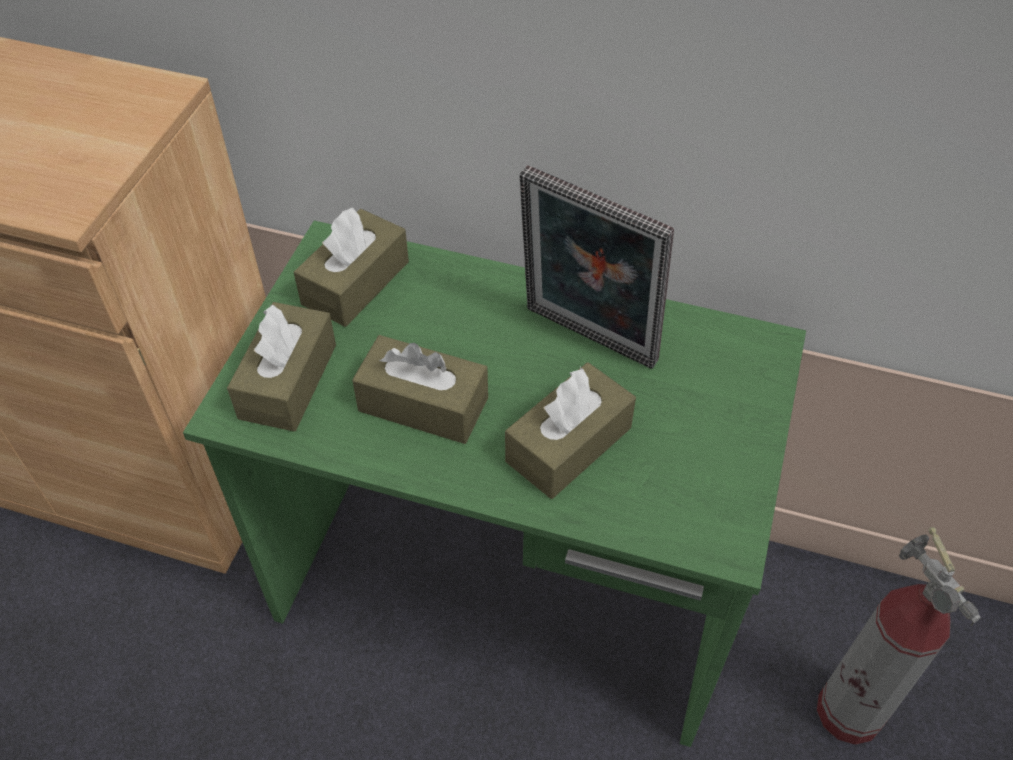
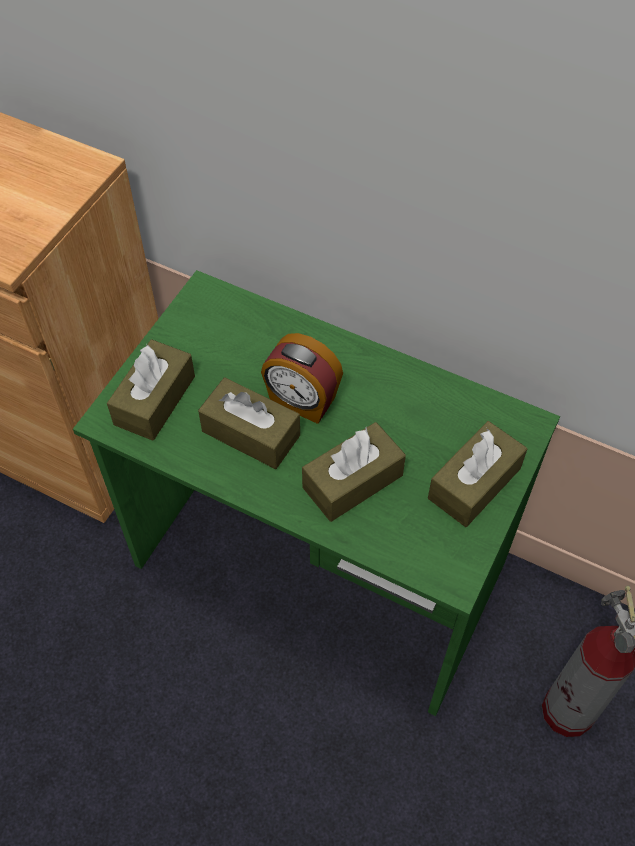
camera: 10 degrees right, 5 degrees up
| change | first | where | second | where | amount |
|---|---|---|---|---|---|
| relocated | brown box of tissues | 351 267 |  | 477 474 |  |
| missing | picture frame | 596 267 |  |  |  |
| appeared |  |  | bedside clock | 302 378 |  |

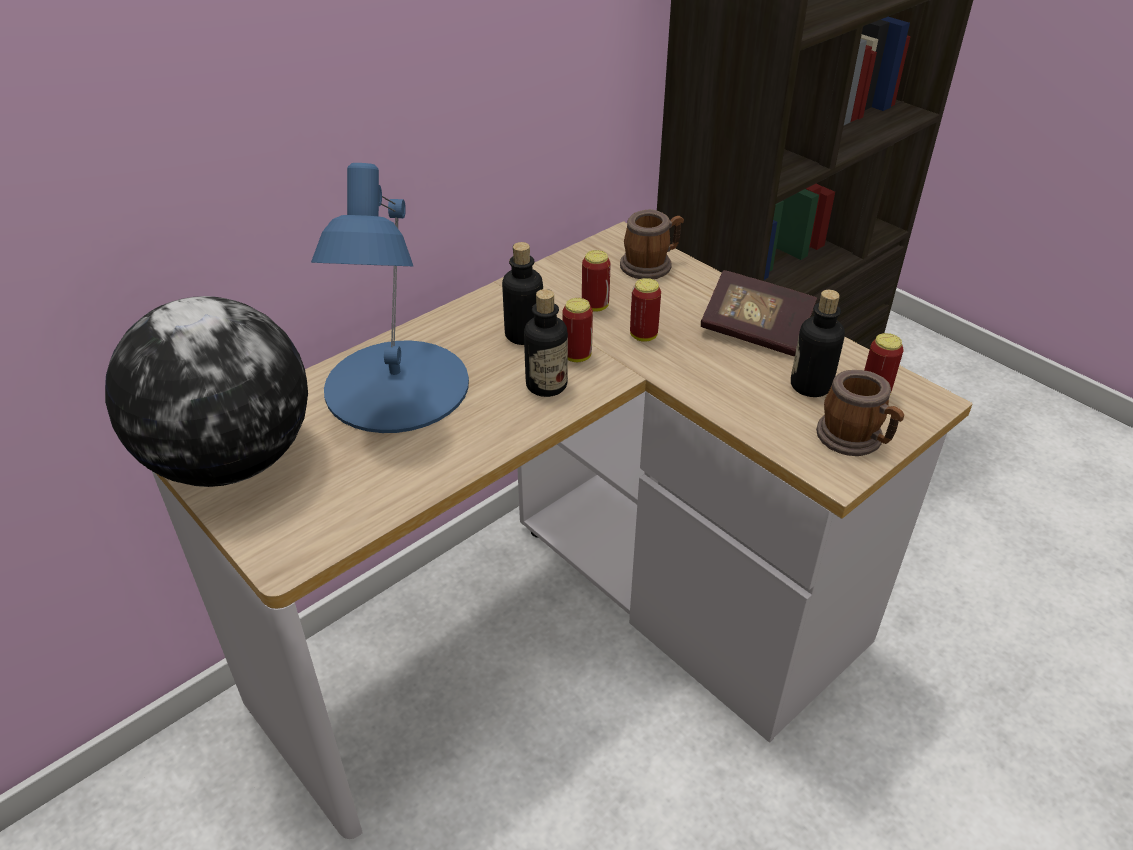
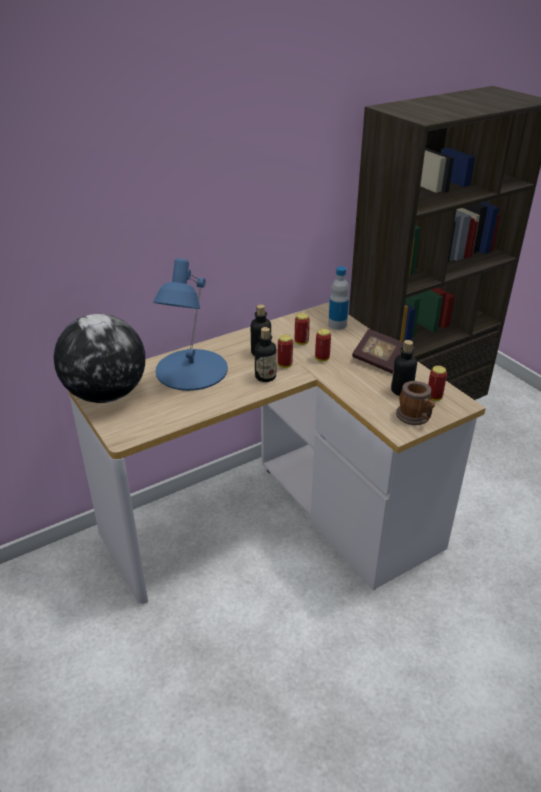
camera: 10 degrees right, 5 degrees down
| change | first | where | second | where | amount |
|---|---|---|---|---|---|
| exchanged | coffee mug | 652 244 | bottle | 338 298 |  |

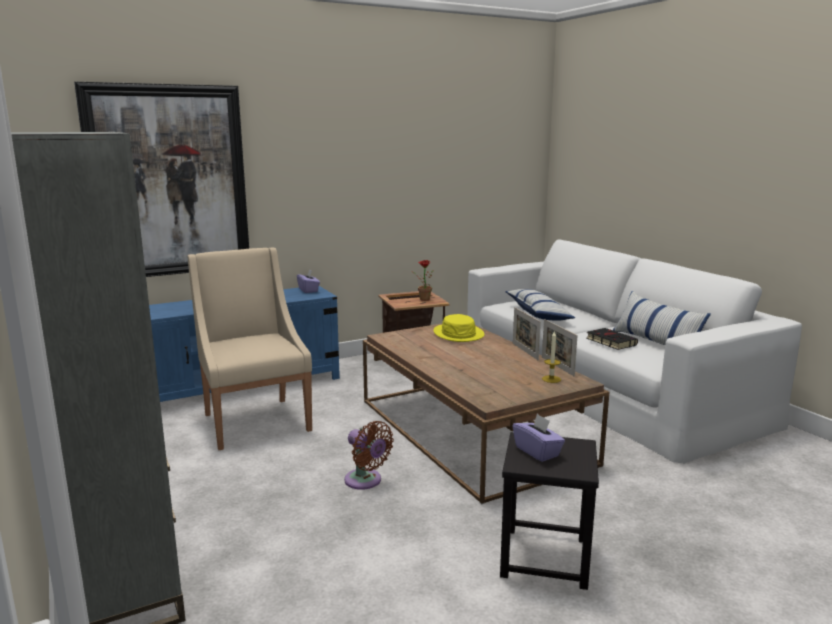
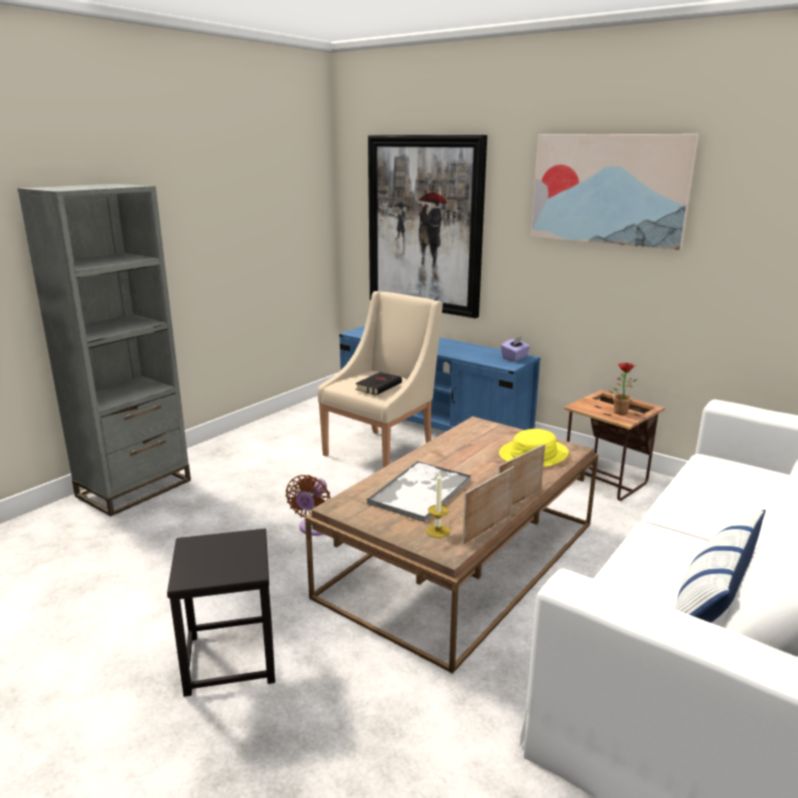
camera: 65 degrees right, 5 degrees up
| change | first | where | second | where | amount |
|---|---|---|---|---|---|
| missing | pillow | 540 305 |  |  |  |
| missing | purple-coloured box of tissues | 539 438 |  |  |  |
| relocated | blackish book | 612 339 |  | 378 383 |  |
| appeared |  |  | carrying tray | 419 491 |  |
| appeared |  |  | wall art | 615 192 |  |

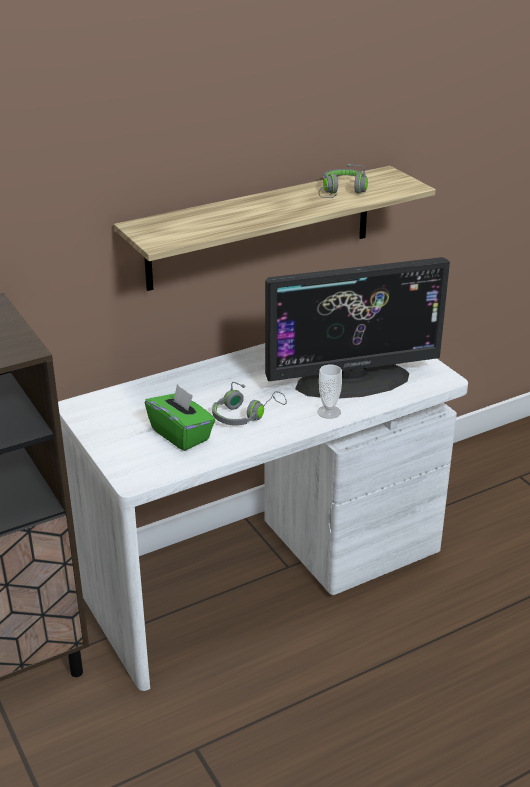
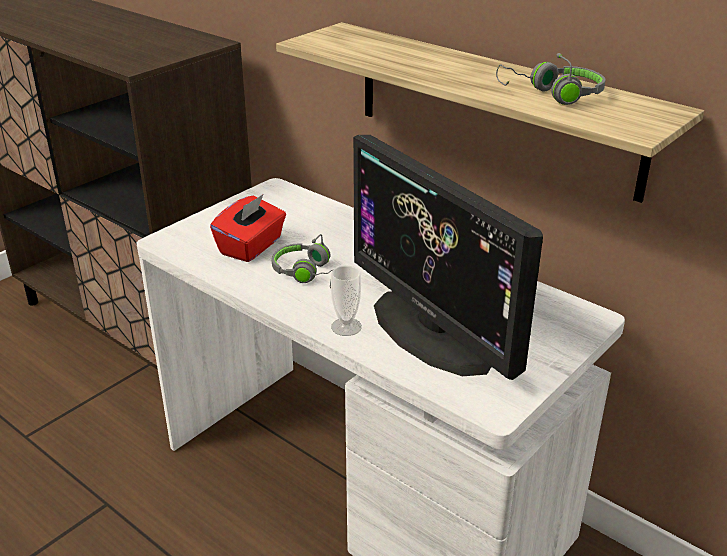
camera: 70 degrees right, 0 degrees up
| change | first | where | second | where | amount |
|---|---|---|---|---|---|
| colour | green box of tissues | 180 417 | reddish box of tissues | 248 228 |  |

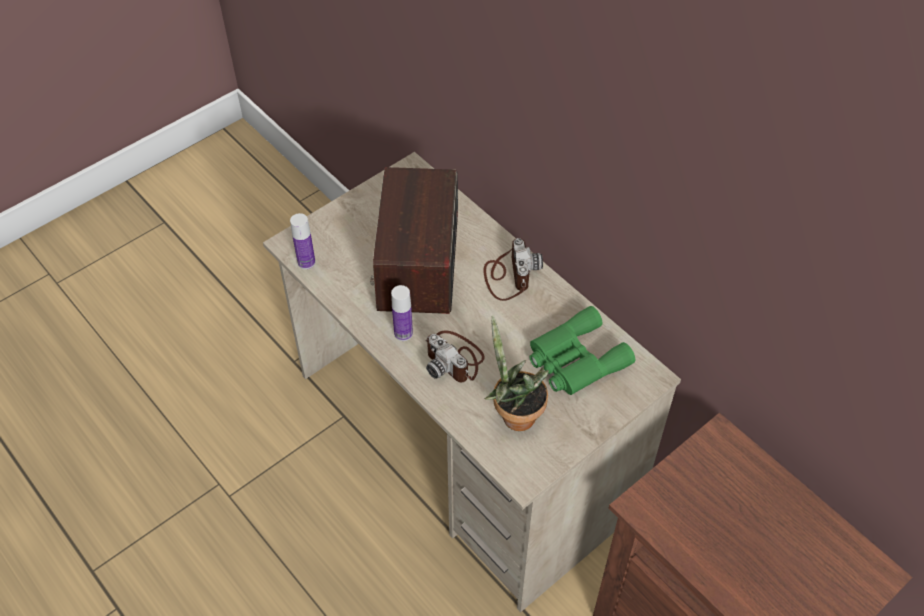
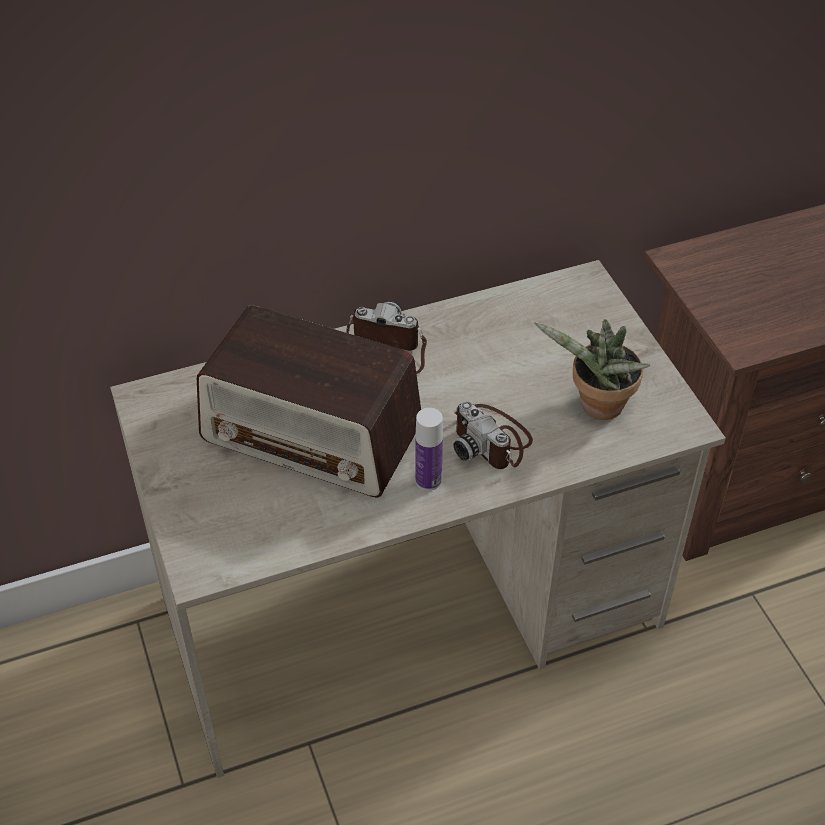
camera: 70 degrees left, 5 degrees down
| change | first | where | second | where | amount |
|---|---|---|---|---|---|
| missing | bottle | 302 241 |  |  |  |
| spun | photo camera | 455 356 |  | 493 435 | 75 degrees clockwise |
| missing | green field glasses | 582 350 |  |  |  |

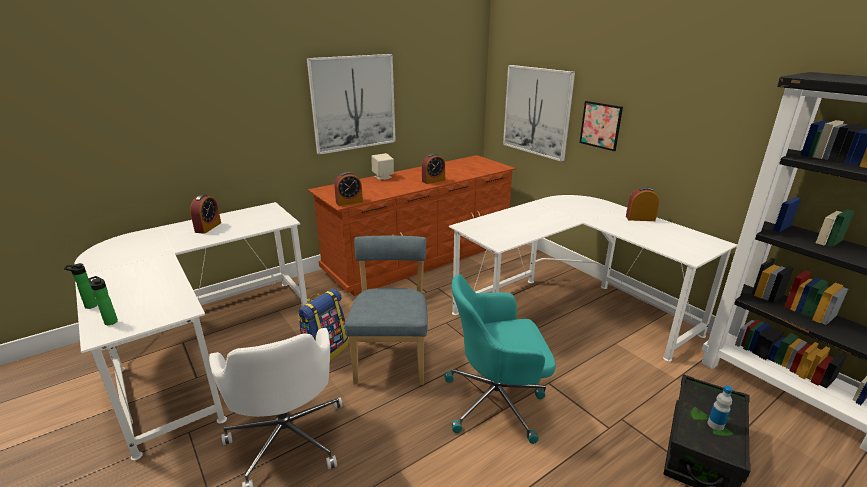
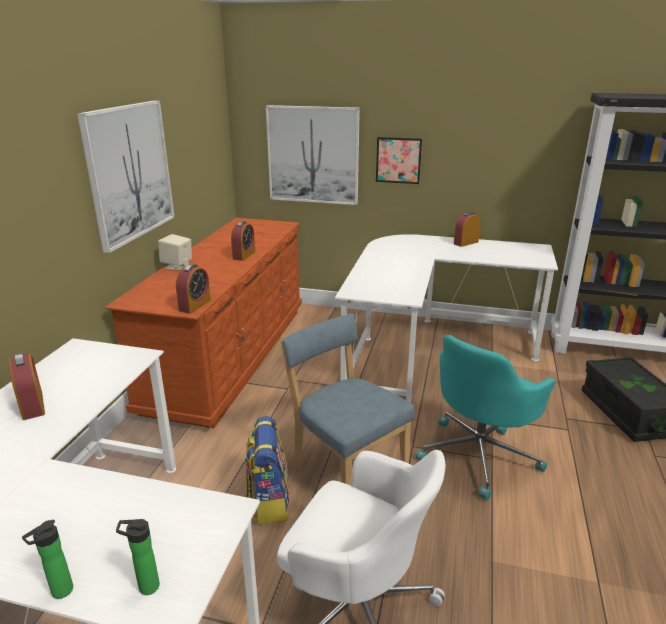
camera: 40 degrees left, 0 degrees up
| change | first | where | second | where | amount |
|---|---|---|---|---|---|
| missing | bottle | 720 408 |  |  |  |

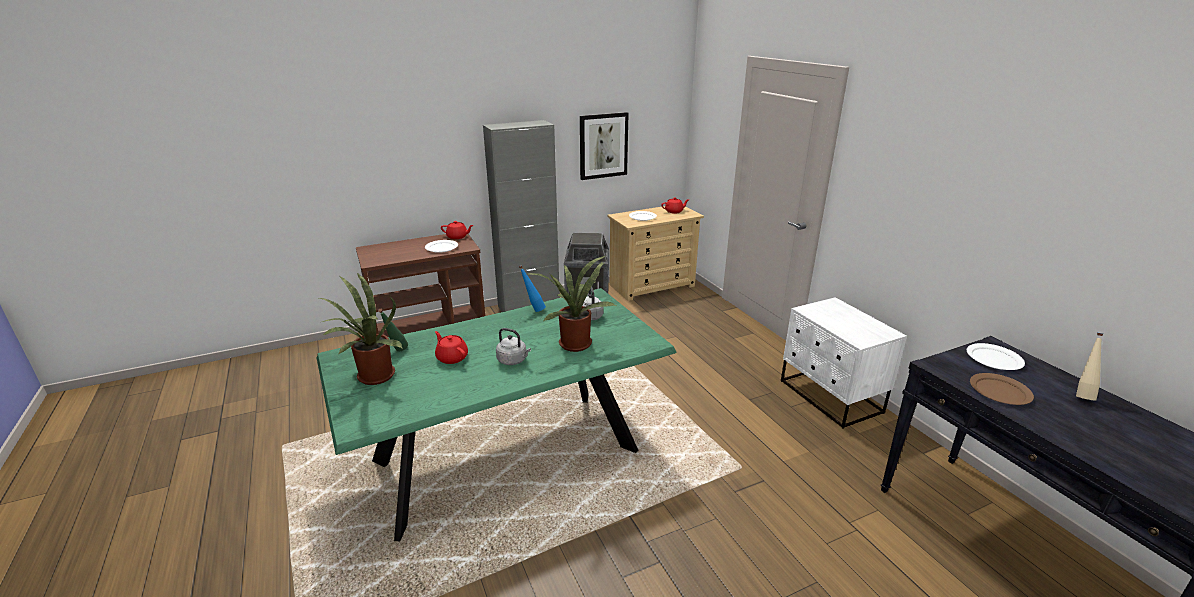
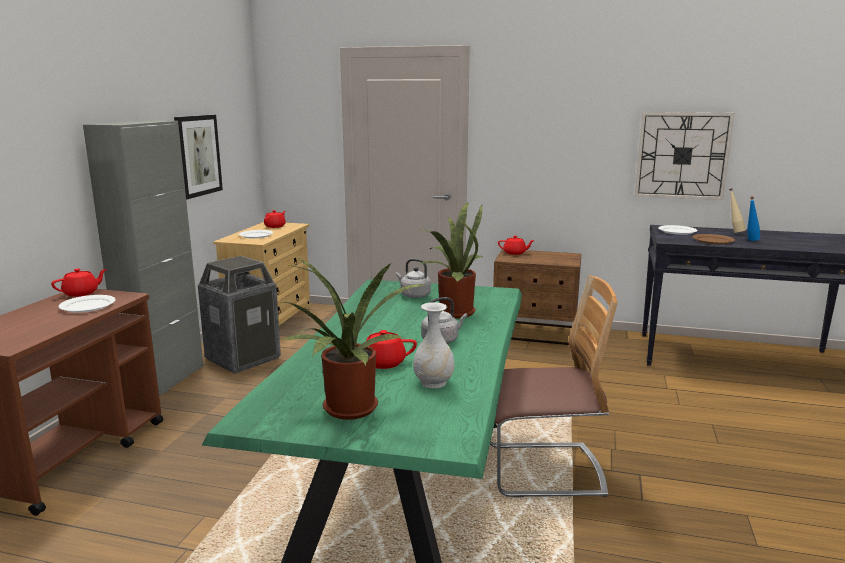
camera: 50 degrees left, 10 degrees down
| change | first | where | second | where | amount |
|---|---|---|---|---|---|
| missing | green bottle | 393 330 |  |  |  |
| relocated | blue-coloured bottle | 532 288 |  | 753 218 |  |
| colour | whitish night table | 844 363 | brown night table | 537 297 |  |
| appeared |  |  | whitish decorative vase | 433 345 |  |
| appeared |  |  | upright chair | 553 386 |  |
| appeared |  |  | reddish tea pot | 516 245 |  |
| appeared |  |  | hanging clock | 684 156 |  |

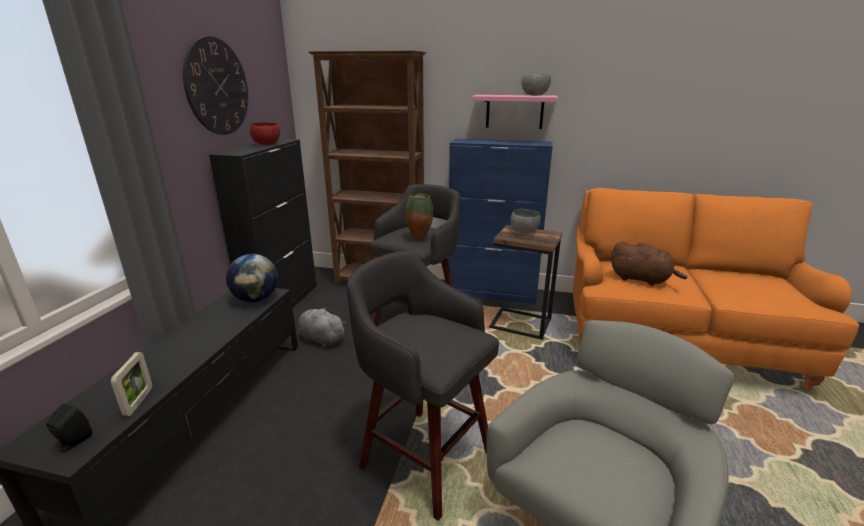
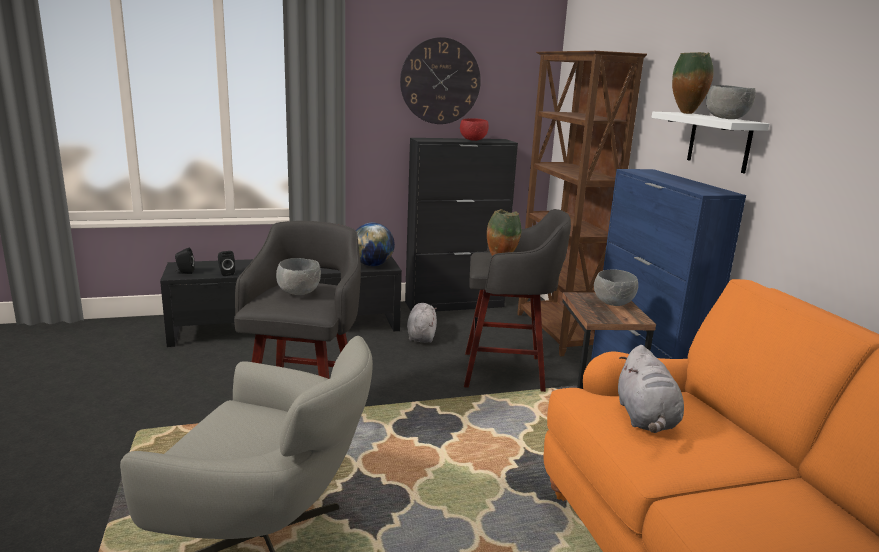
camera: 60 degrees right, 5 degrees down
| change | first | where | second | where | amount |
|---|---|---|---|---|---|
| exchanged | picture frame | 131 384 | blackish loudspeaker | 226 263 |  |
| colour | pinkish wall shelf | 515 112 | whitish wall shelf | 710 142 |  |
| colour | brown soft toy | 649 263 | grey soft toy | 651 389 |  |
| appeared |  |  | grey serving bowl | 298 276 |  |
| appeared |  |  | decorative vase | 693 83 |  |

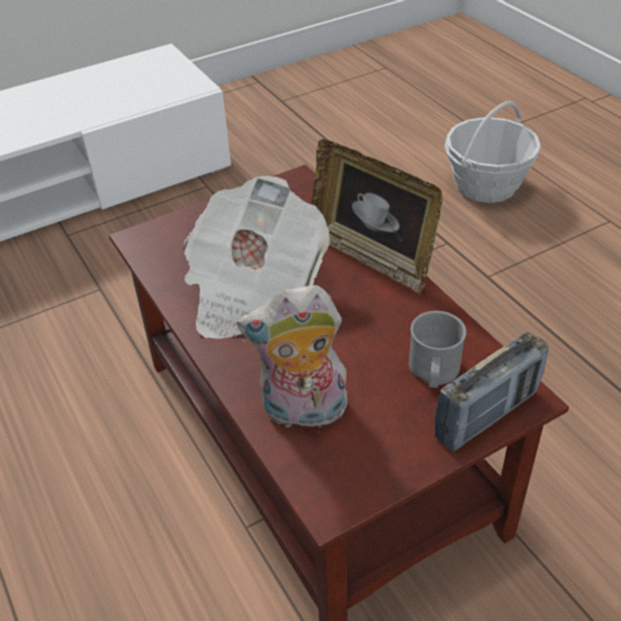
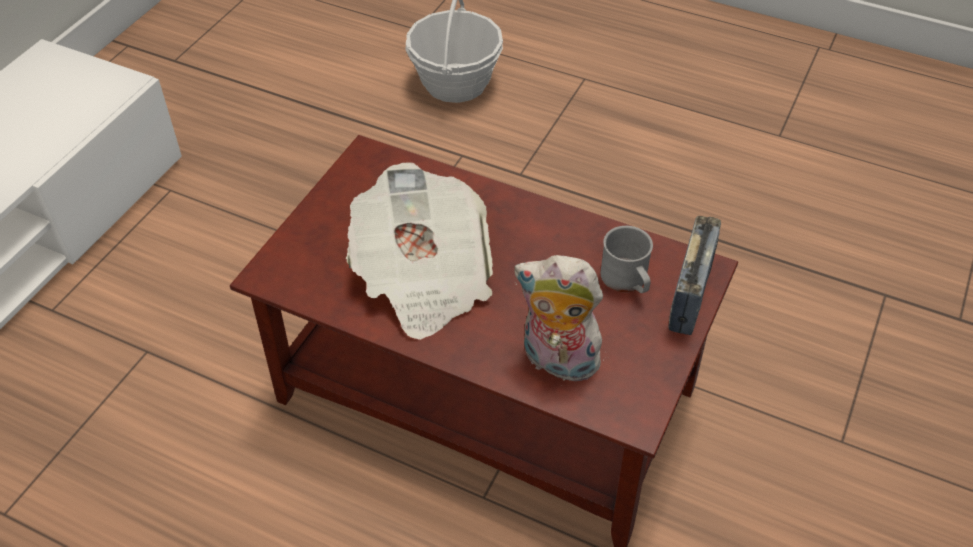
camera: 35 degrees left, 5 degrees up
| change | first | where | second | where | amount |
|---|---|---|---|---|---|
| spun | soft toy | 292 359 |  | 559 318 | 60 degrees clockwise |
| missing | picture frame | 376 216 |  |  |  |

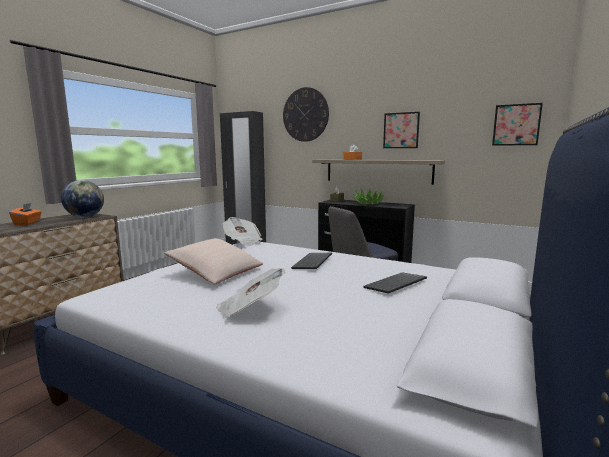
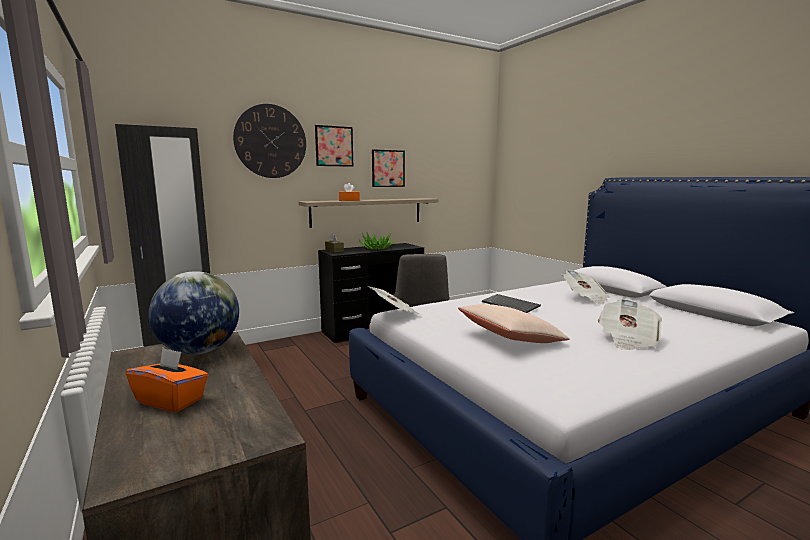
camera: 60 degrees left, 0 degrees up
| change | first | where | second | where | amount |
|---|---|---|---|---|---|
| exchanged | PC keyboard | 395 283 | daily paper | 587 287 |  |
| relocated | wall art | 517 124 |  | 334 146 |  |

